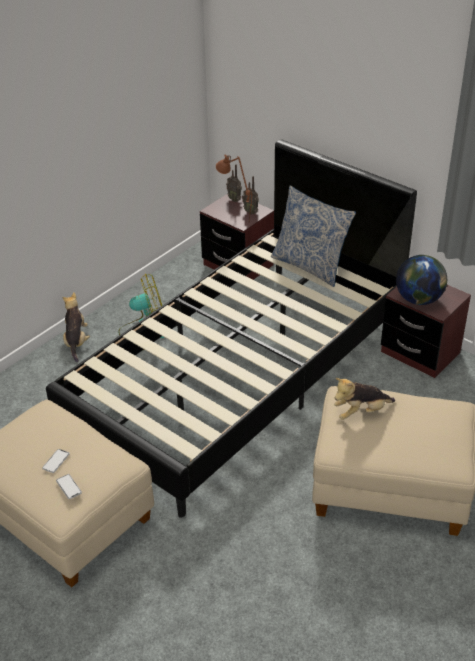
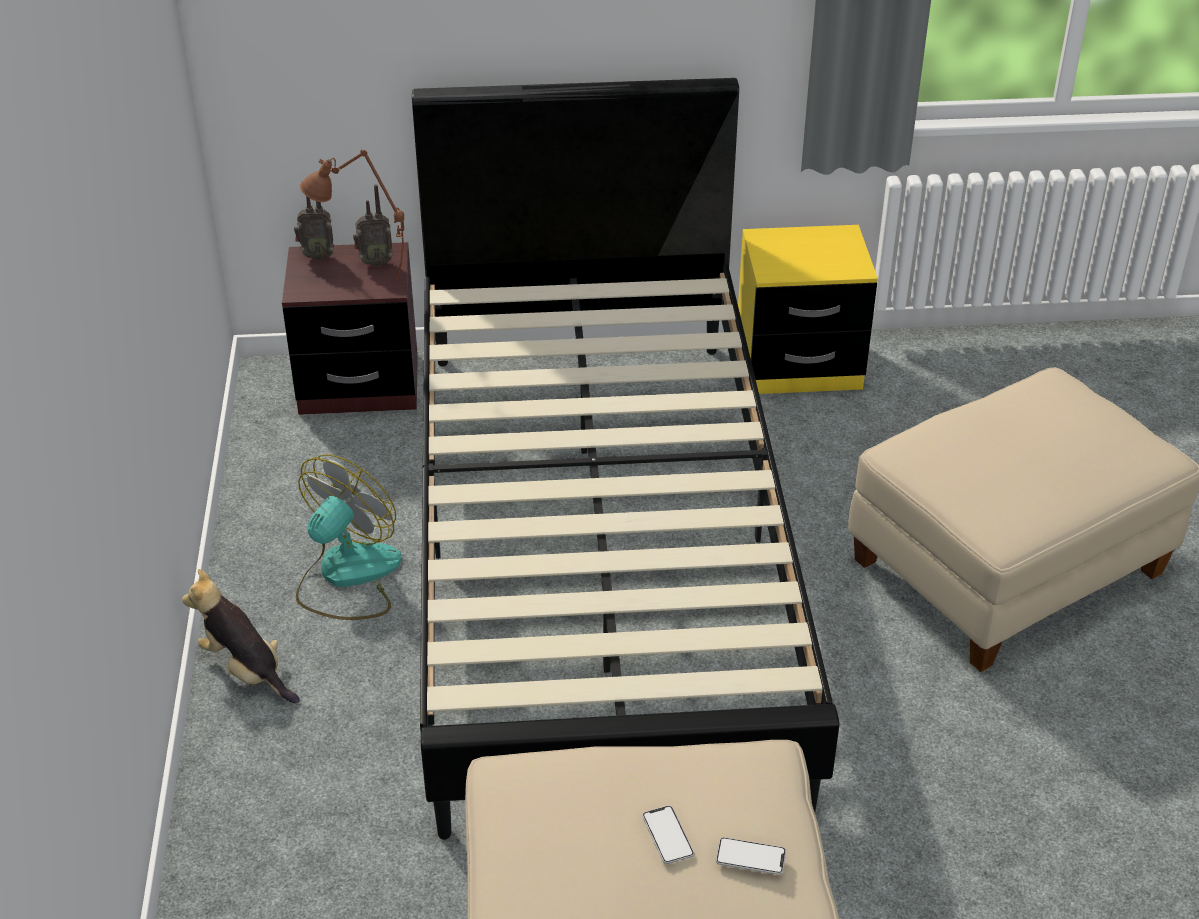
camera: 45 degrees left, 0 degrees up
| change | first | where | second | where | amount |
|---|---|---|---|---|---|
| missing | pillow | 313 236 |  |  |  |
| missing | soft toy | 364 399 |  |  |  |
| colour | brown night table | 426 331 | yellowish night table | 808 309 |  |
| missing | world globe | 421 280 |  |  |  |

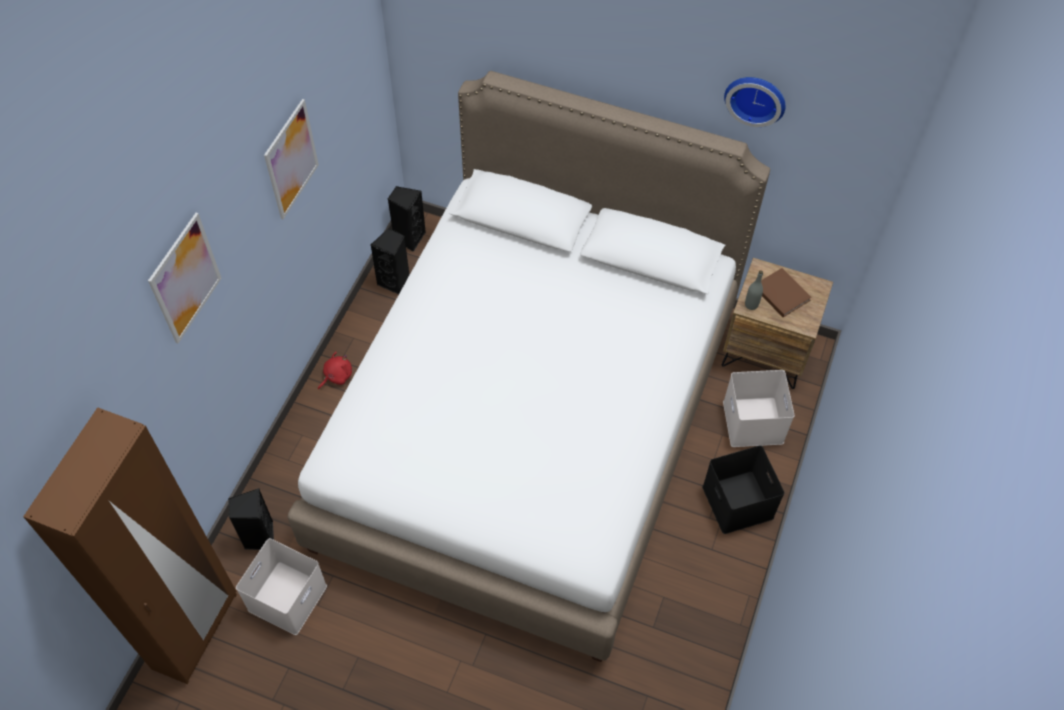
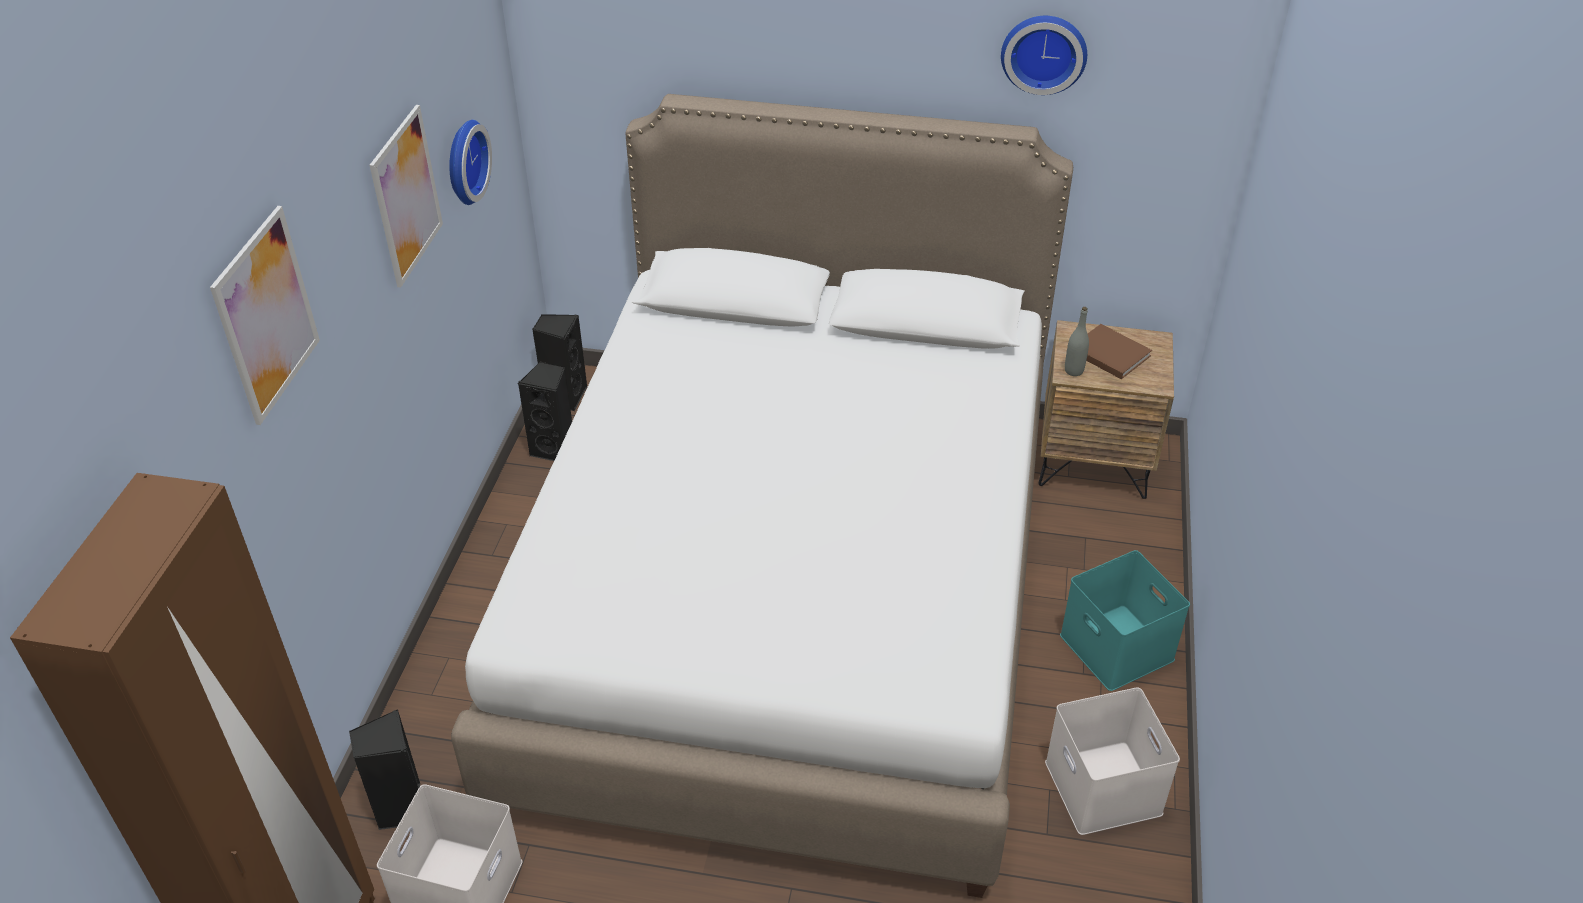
camera: 10 degrees left, 15 degrees down
| change | first | where | second | where | amount |
|---|---|---|---|---|---|
| missing | reddish soft toy | 335 370 |  |  |  |
| colour | blackish storage bin | 743 489 | turquoise-coloured storage bin | 1125 620 |  |
| relocated | whitish storage bin | 759 408 |  | 1112 761 |  |
| appeared |  |  | hanging clock | 470 162 |  |

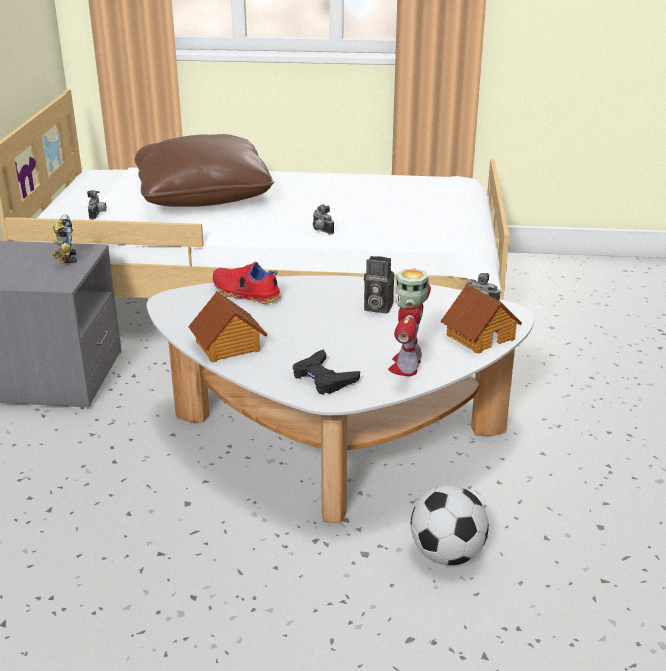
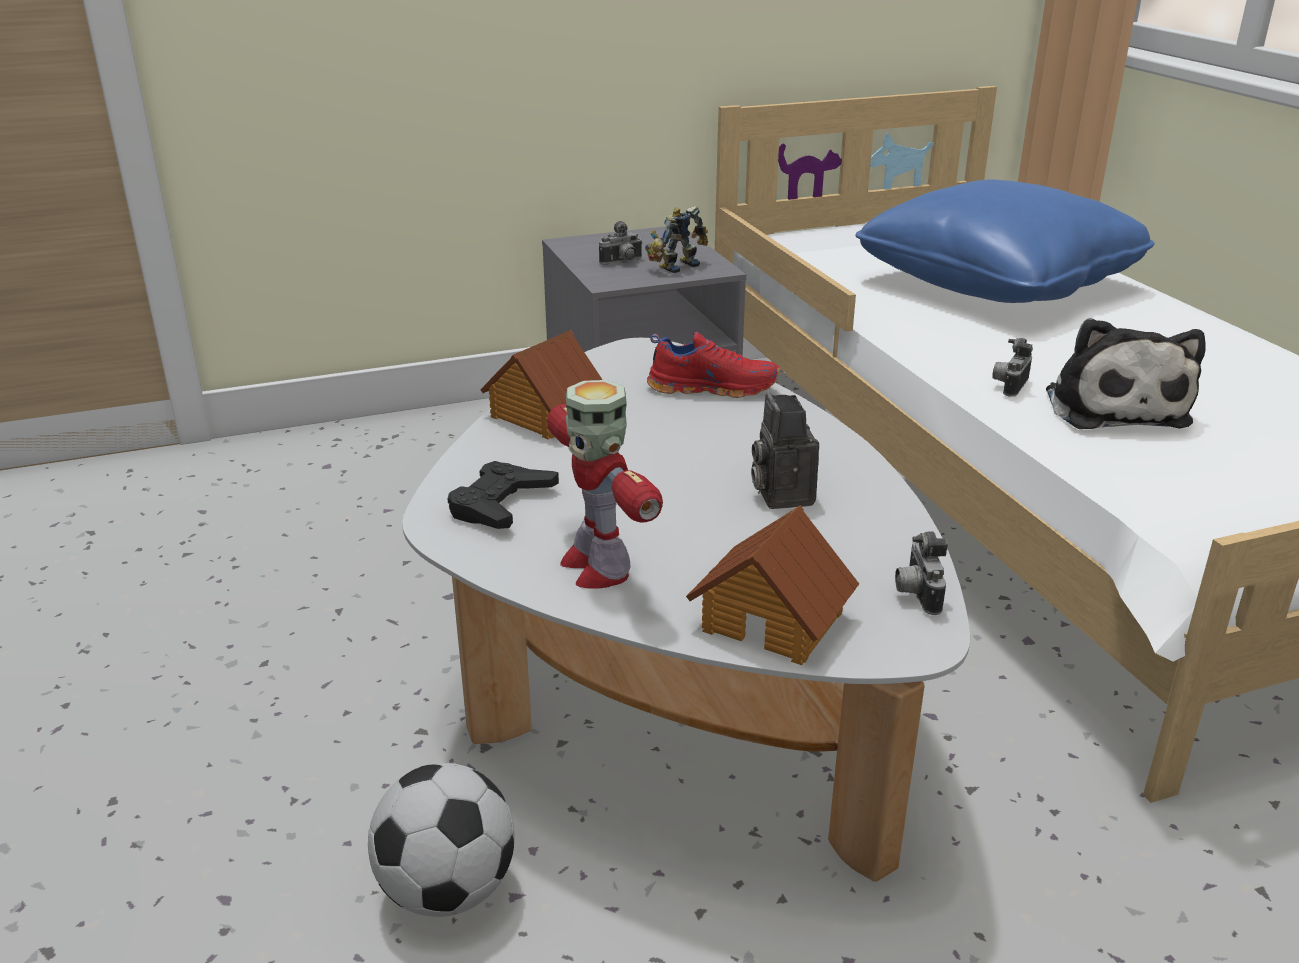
camera: 65 degrees right, 0 degrees up
| change | first | where | second | where | amount |
|---|---|---|---|---|---|
| relocated | photo camera | 96 205 |  | 621 243 |  |
| colour | brown pillow | 204 170 | blue-coloured pillow | 1005 241 |  |
| spun | reddish low shoe | 247 283 |  | 713 365 | 90 degrees clockwise |
| spun | model robot | 409 322 |  | 605 484 | 105 degrees counterclockwise |
| appeared |  |  | soft toy | 1126 373 |  |

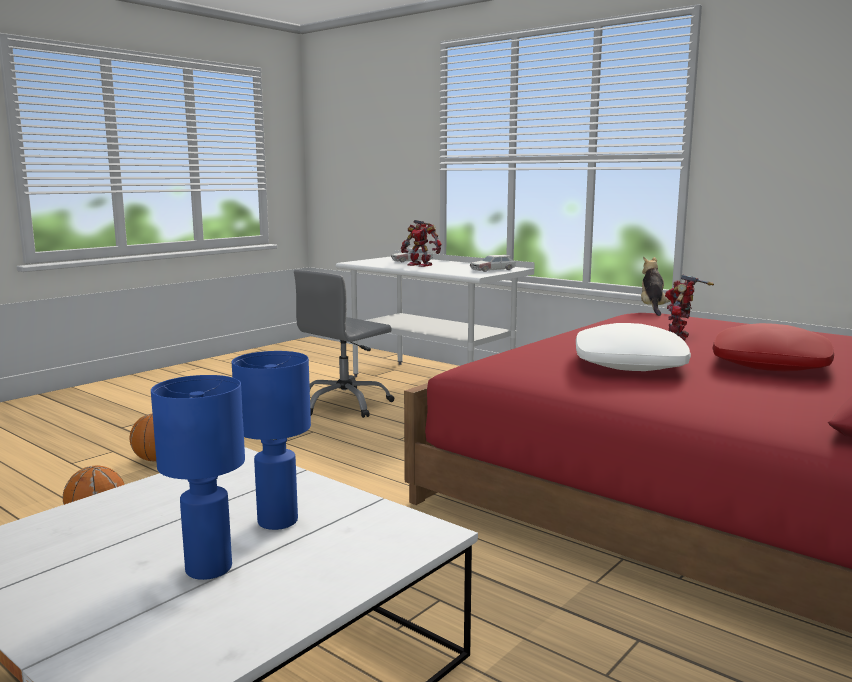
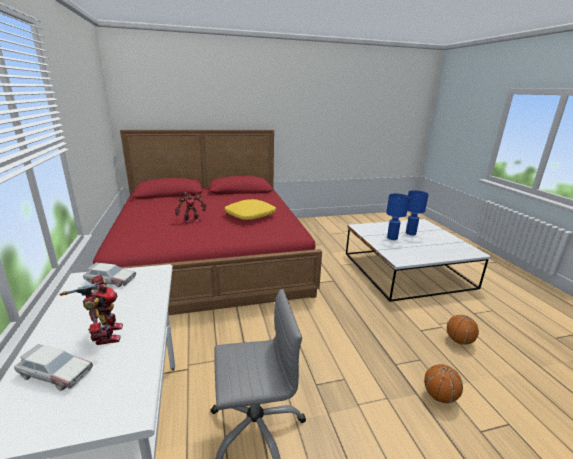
camera: 145 degrees left, 10 degrees up
| change | first | where | second | where | amount |
|---|---|---|---|---|---|
| colour | whitish pillow | 633 347 | yellowish pillow | 250 209 |  |
| missing | soft toy | 655 286 |  |  |  |
| missing | reddish pillow | 773 347 |  |  |  |

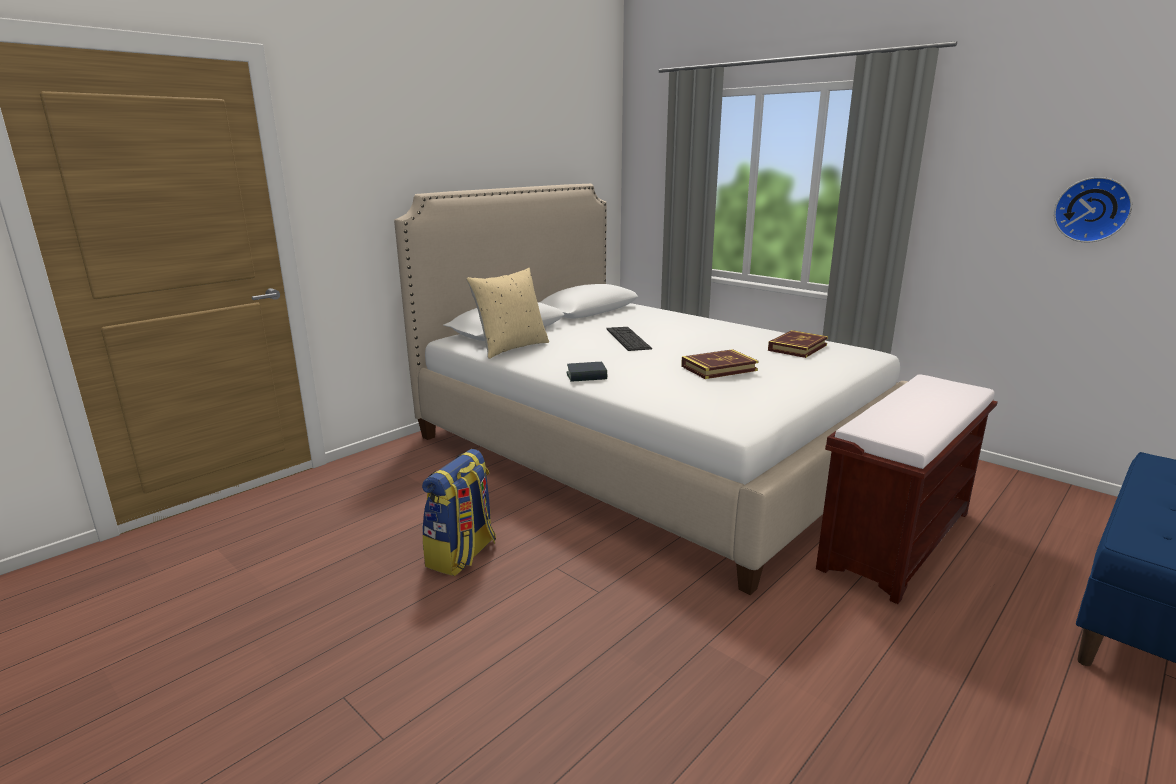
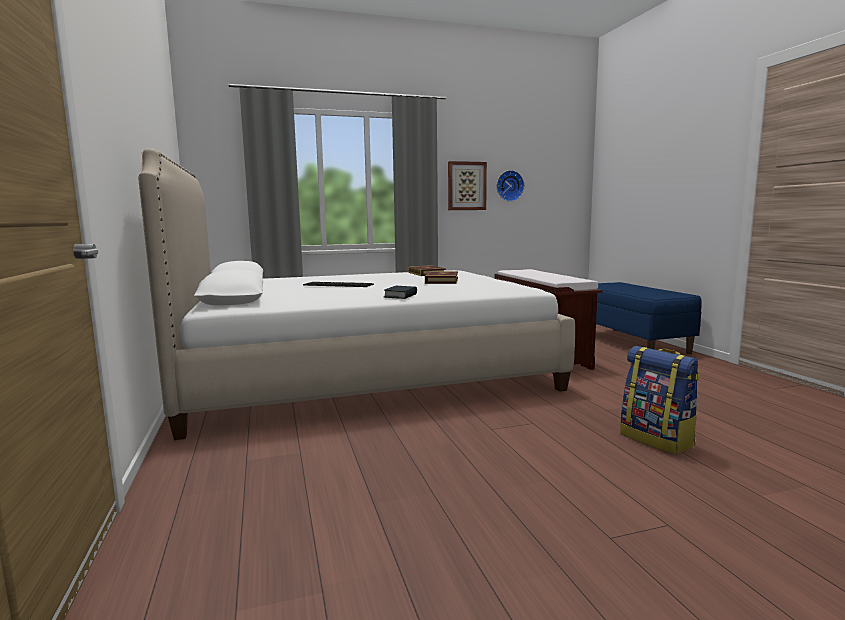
camera: 60 degrees left, 10 degrees down
| change | first | where | second | where | amount |
|---|---|---|---|---|---|
| relocated | rucksack | 459 512 |  | 660 400 |  |
| missing | beige pillow | 507 313 |  |  |  |
| appeared |  |  | wall art | 467 185 |  |

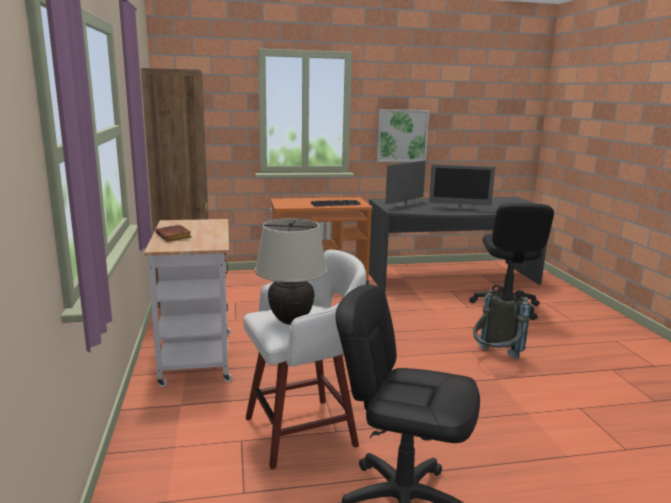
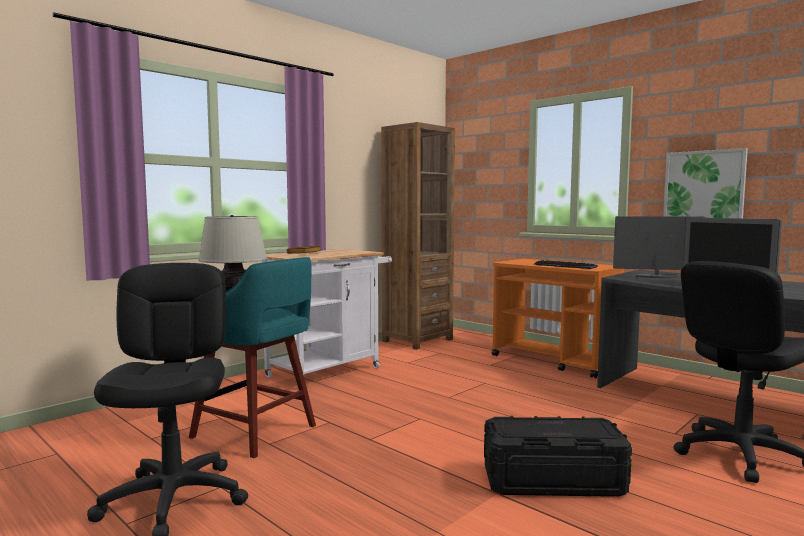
camera: 55 degrees right, 10 degrees down
| change | first | where | second | where | amount |
|---|---|---|---|---|---|
| colour | whitish stool | 304 359 | turquoise-coloured stool | 252 357 |  |
| exchanged | grey rucksack | 502 322 | blackish storage bin | 558 456 |  |

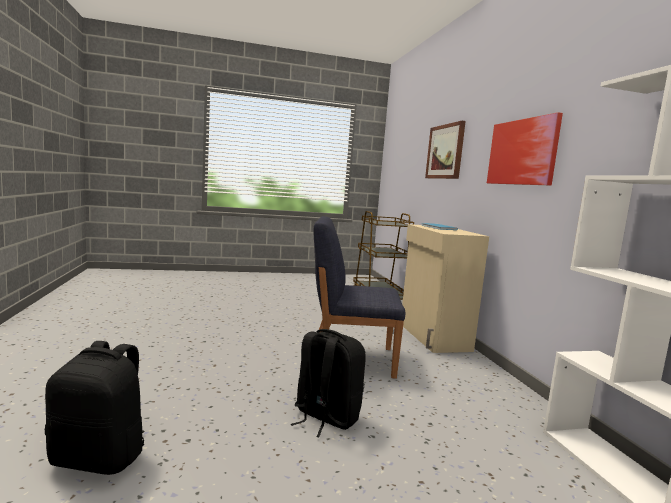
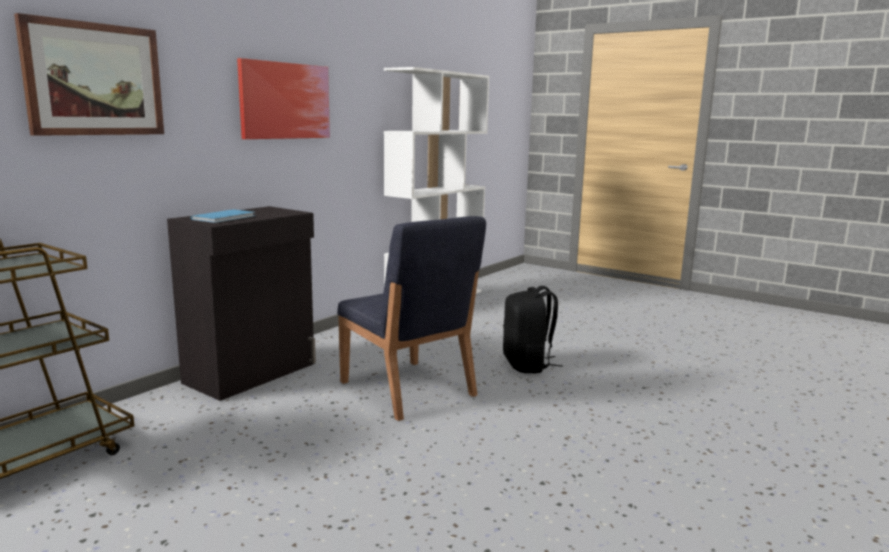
camera: 130 degrees left, 5 degrees up
| change | first | where | second | where | amount |
|---|---|---|---|---|---|
| missing | blackish rucksack | 95 408 |  |  |  |
| colour | beige cupboard | 445 288 | blackish cupboard | 241 303 |  |

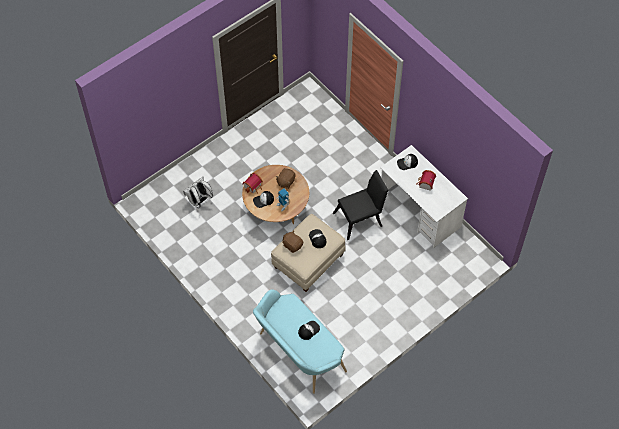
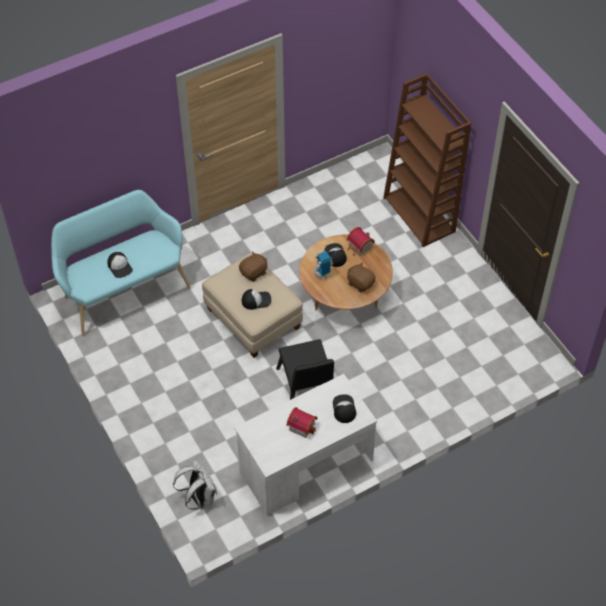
camera: 100 degrees right, 5 degrees down
| change | first | where | second | where | amount |
|---|---|---|---|---|---|
| relocated | whitish rucksack | 198 192 |  | 195 485 |  |
| appeared |  |  | brown bookcase | 427 160 |  |

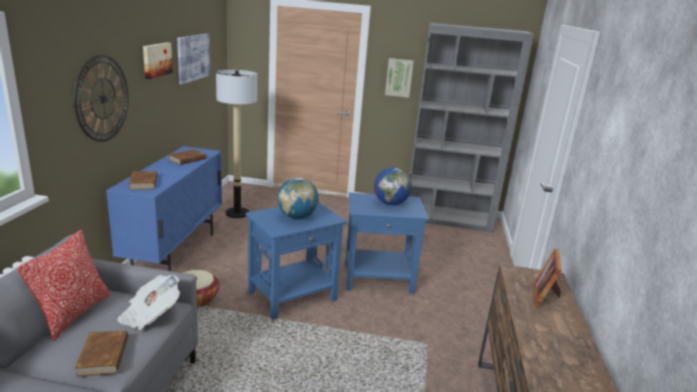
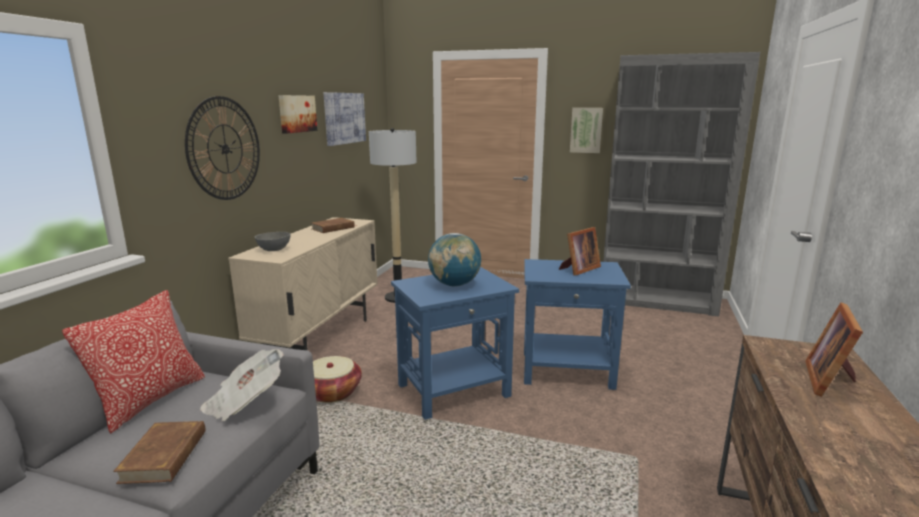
camera: 10 degrees right, 5 degrees down
| change | first | where | second | where | amount |
|---|---|---|---|---|---|
| colour | blue-coloured cupboard | 164 208 | beige cupboard | 303 283 |  |
| exchanged | brown book | 143 180 | grey serving bowl | 273 241 |  |
| exchanged | world globe | 393 186 | picture frame | 580 251 |  |

